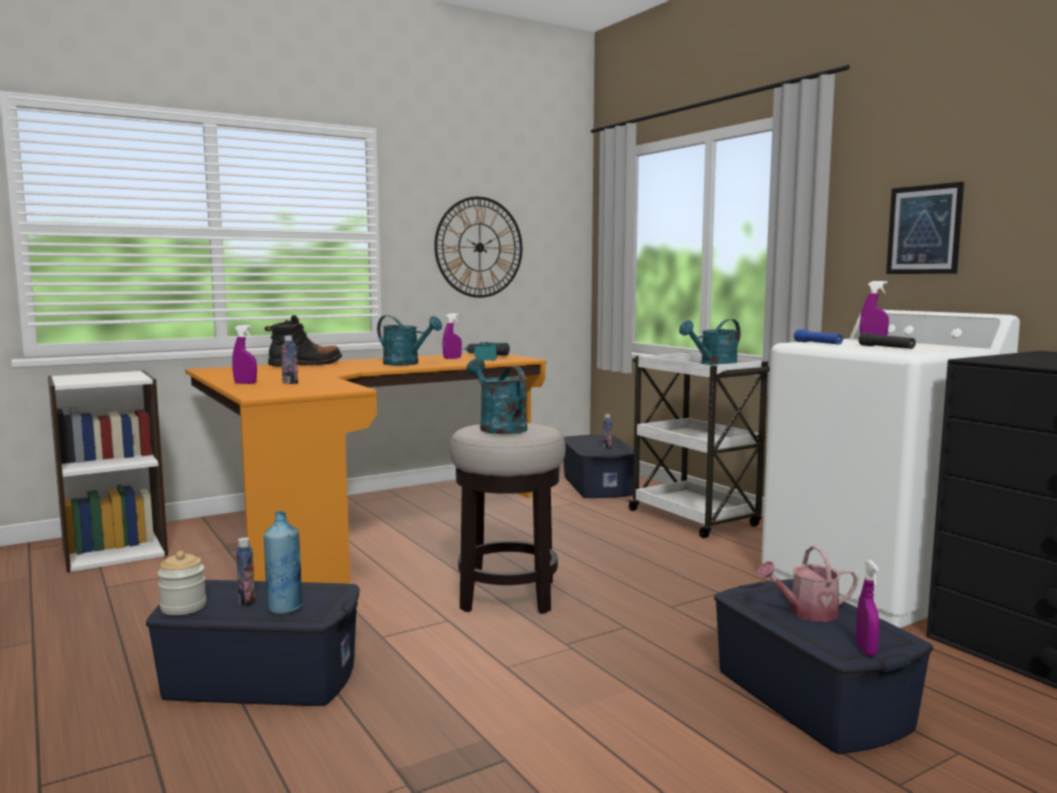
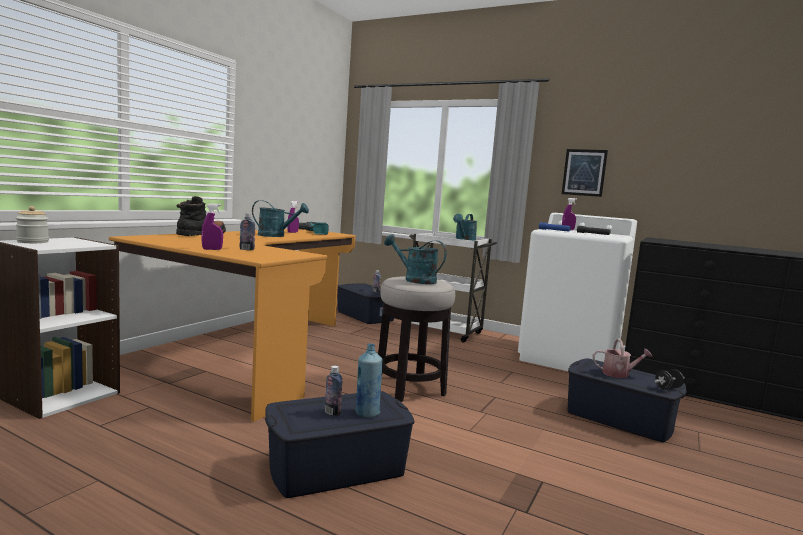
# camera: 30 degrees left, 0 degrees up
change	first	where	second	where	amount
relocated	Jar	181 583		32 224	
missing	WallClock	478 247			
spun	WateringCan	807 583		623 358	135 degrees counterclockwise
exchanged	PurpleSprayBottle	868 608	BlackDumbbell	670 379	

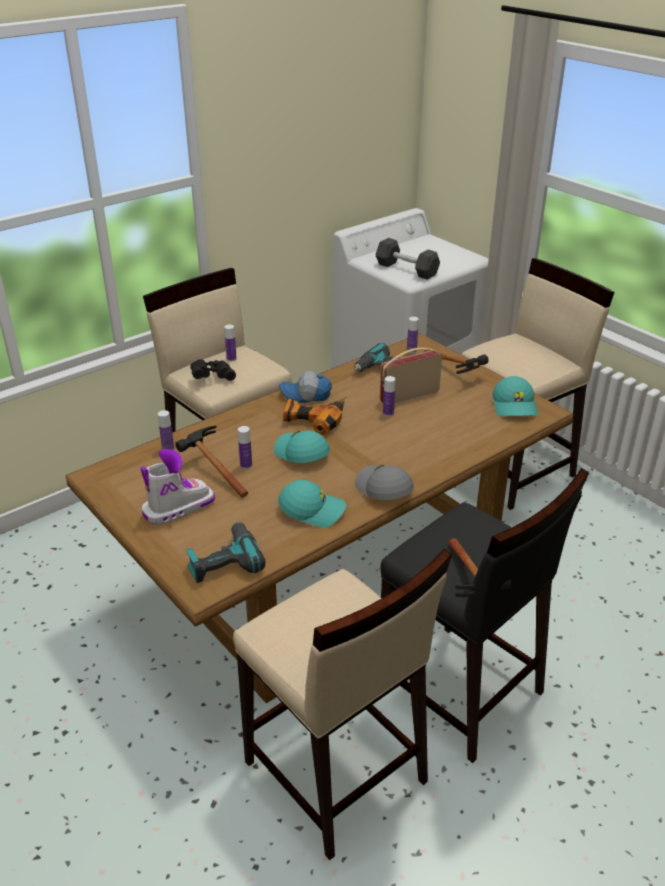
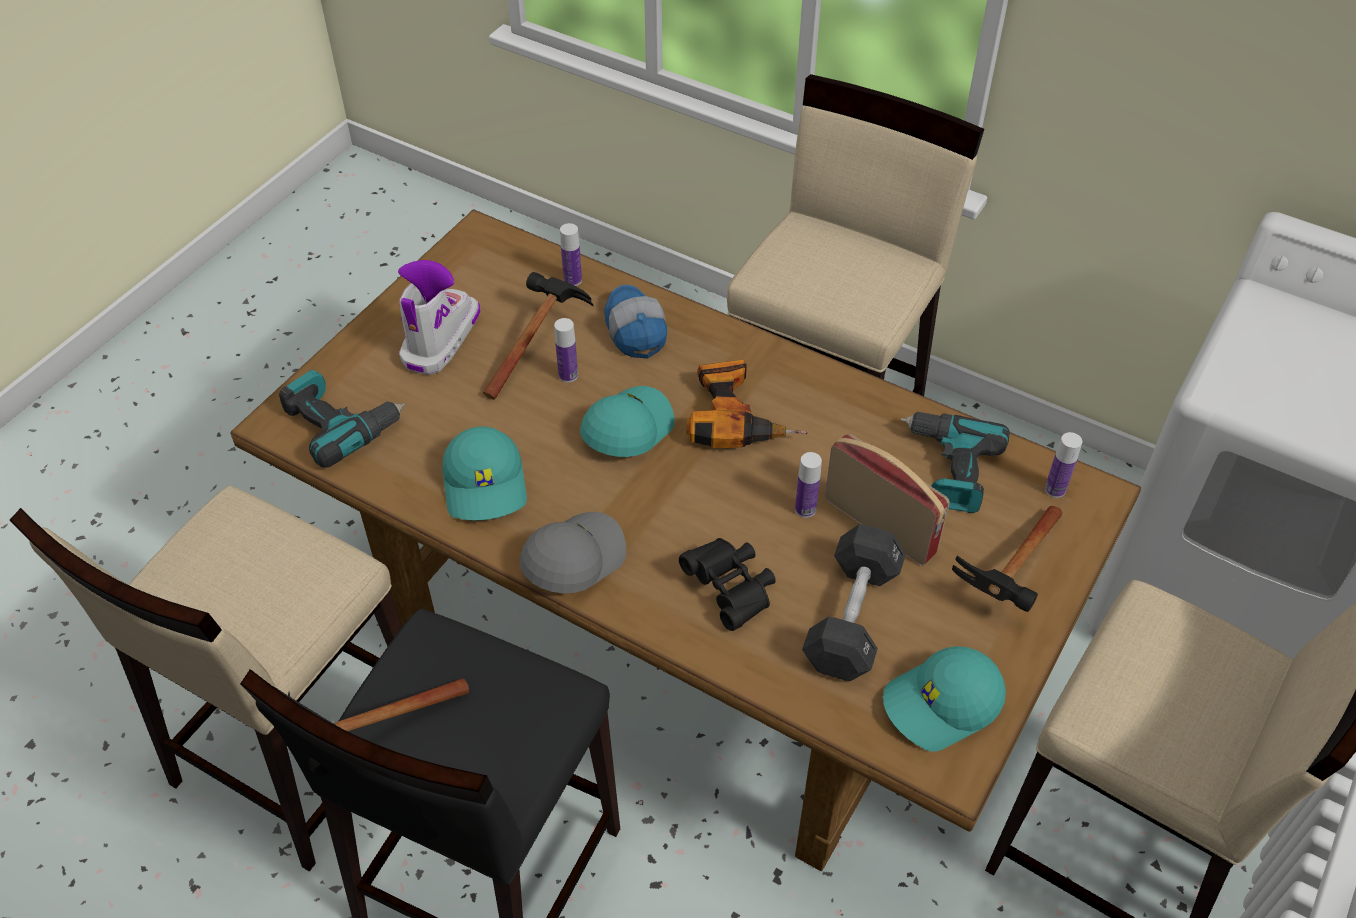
# camera: 70 degrees right, 15 degrees up
change	first	where	second	where	amount
spun	Boot	178 487		439 317	105 degrees counterclockwise
relocated	BlackBinoculars	213 370		727 584	
missing	Bottle	230 342			
relocated	Cap	305 387		635 321	
relocated	BlackDumbbell	408 259		854 602	

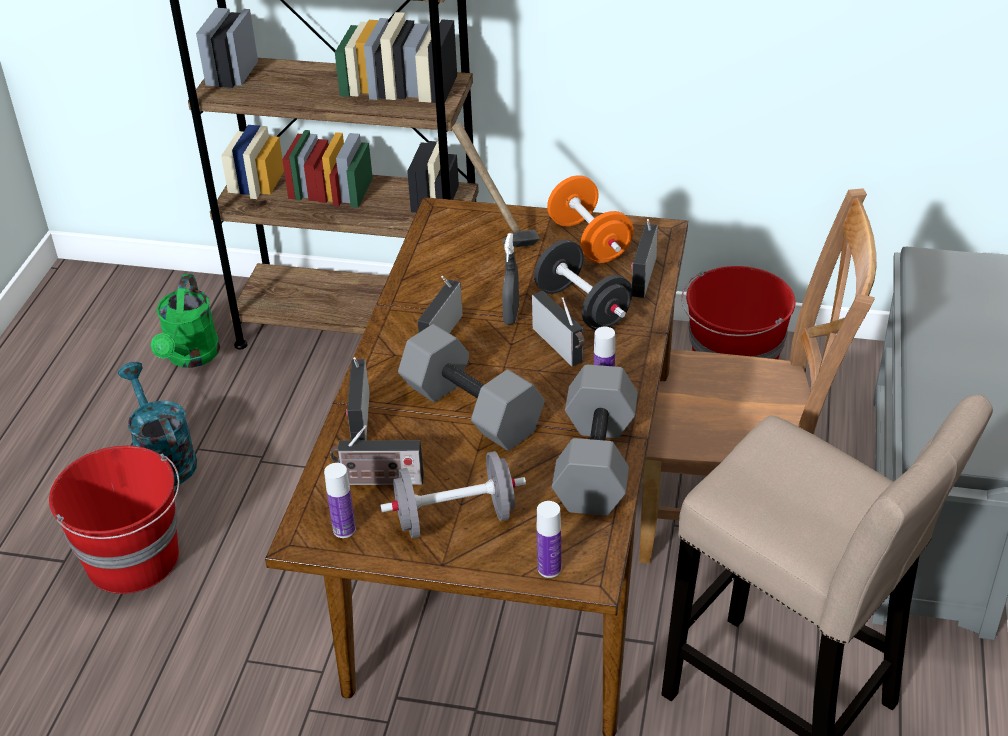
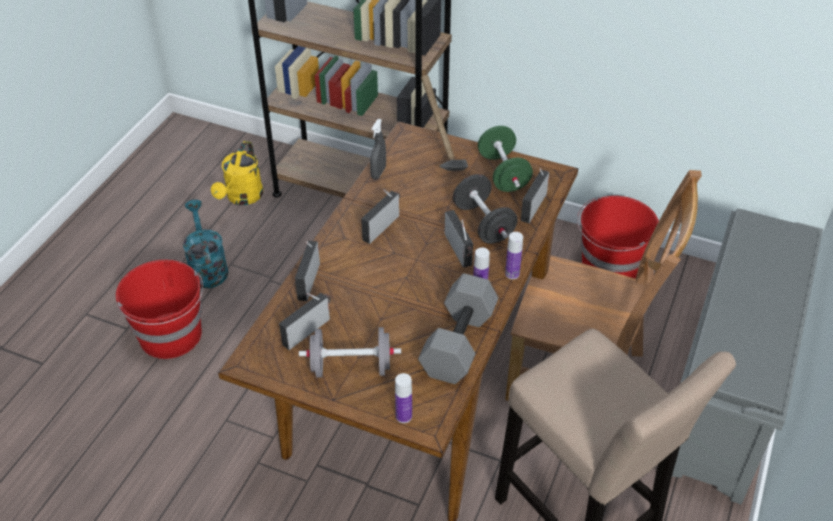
# camera: 10 degrees right, 5 degrees up
change	first	where	second	where	amount
colour	GreenWateringCan	185 321	YellowWateringCan	237 173	
relocated	Bottle	340 500		514 255	
spun	Radio	377 455		305 321	120 degrees clockwise
missing	GreyDumbbell	471 387			
relocated	GreySprayBottle	510 279		378 149	
colour	OrangeDumbbell	590 219	GreenDumbbell	505 159	

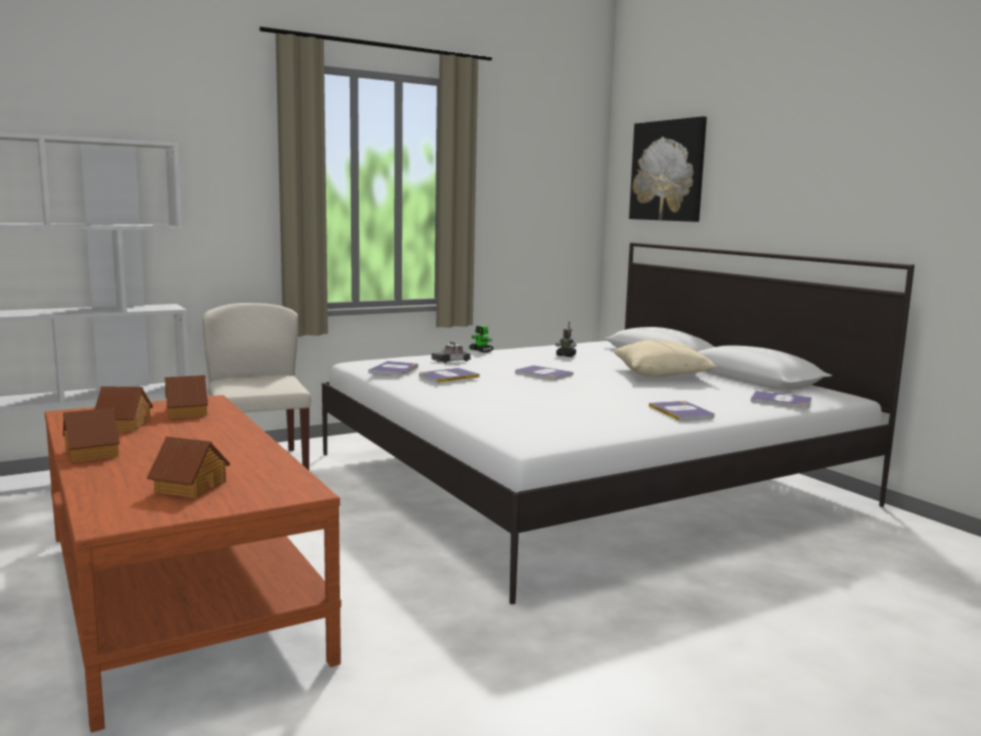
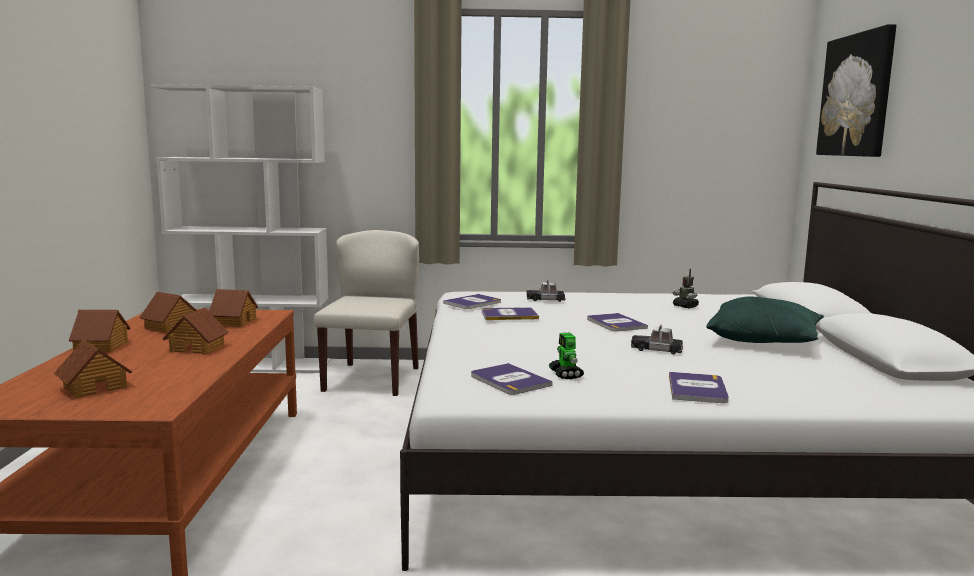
# camera: 30 degrees right, 0 degrees up
change	first	where	second	where	amount
relocated	ToyRobot	481 339		566 356	
colour	BeigePillow	666 358	GreenPillow	765 320	
relocated	Book	781 399		512 379	
appeared			ToyHouse	195 330	
appeared			ToyCar	657 339	

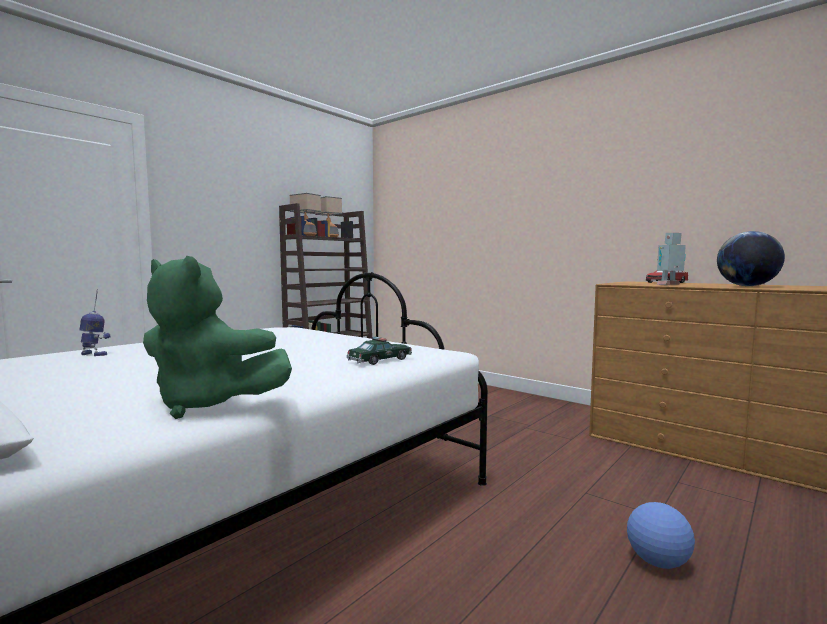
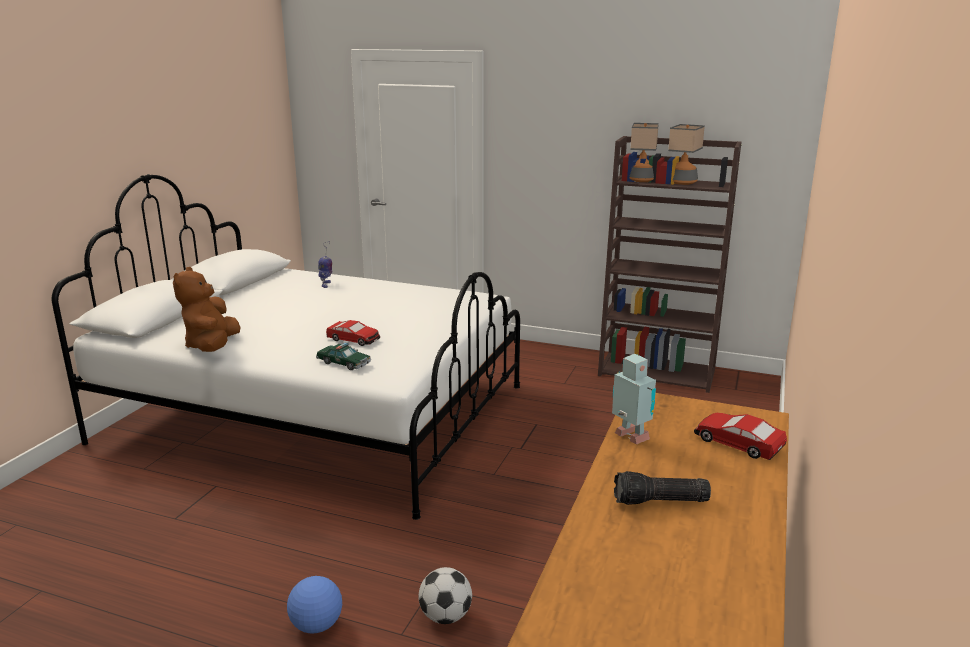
# camera: 70 degrees right, 15 degrees up
change	first	where	second	where	amount
colour	GreenPlushToy	217 337	BrownPlushToy	207 309	
exchanged	Globe	751 258	Flashlight	662 488	
appeared			ToyCar	353 333	
appeared			Football	445 595	

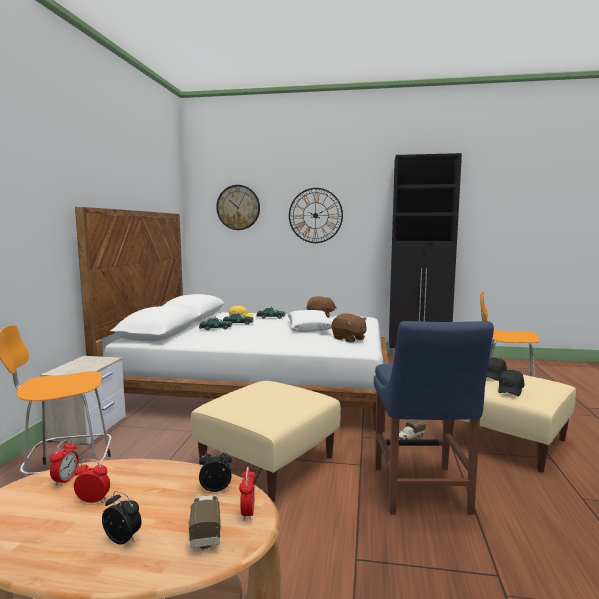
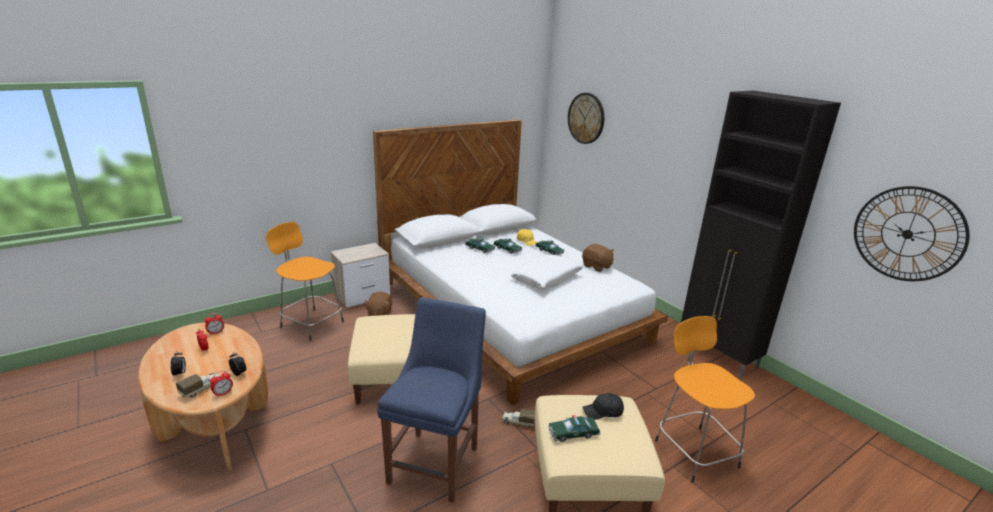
# camera: 45 degrees right, 15 degrees up
change	first	where	second	where	amount
relocated	WallClock	316 215		912 233	
relocated	BrownPlushToy	349 328		378 304	
spun	BlueChair	434 418		431 399	150 degrees clockwise
exchanged	BlackCap	511 383	ToyCar	574 428	

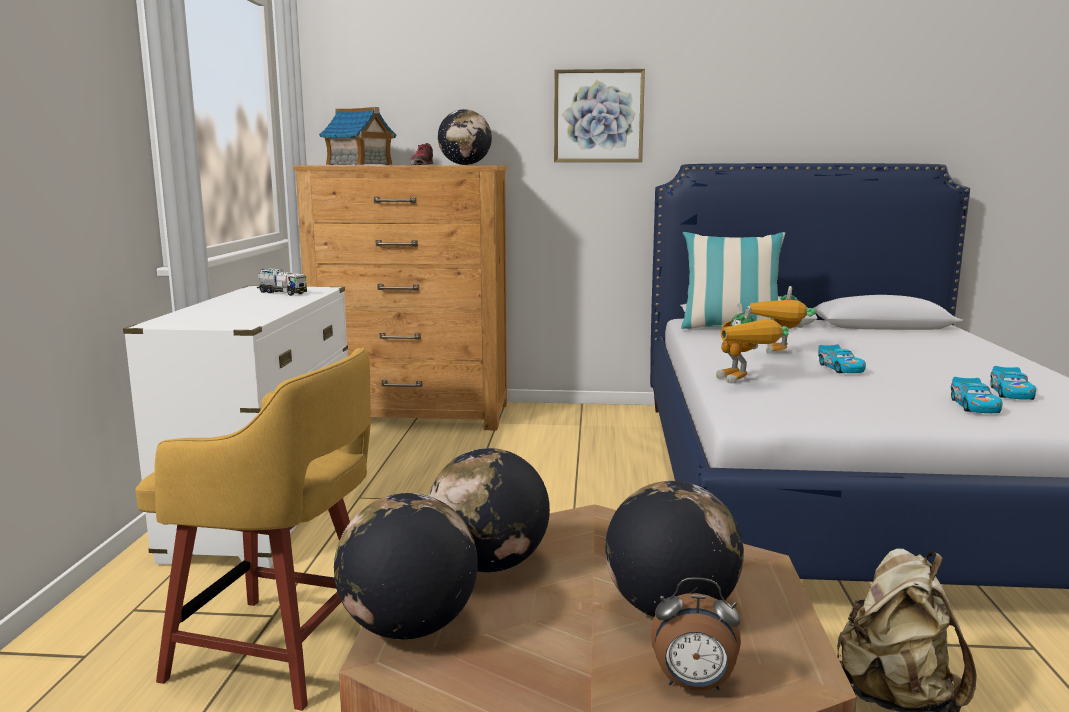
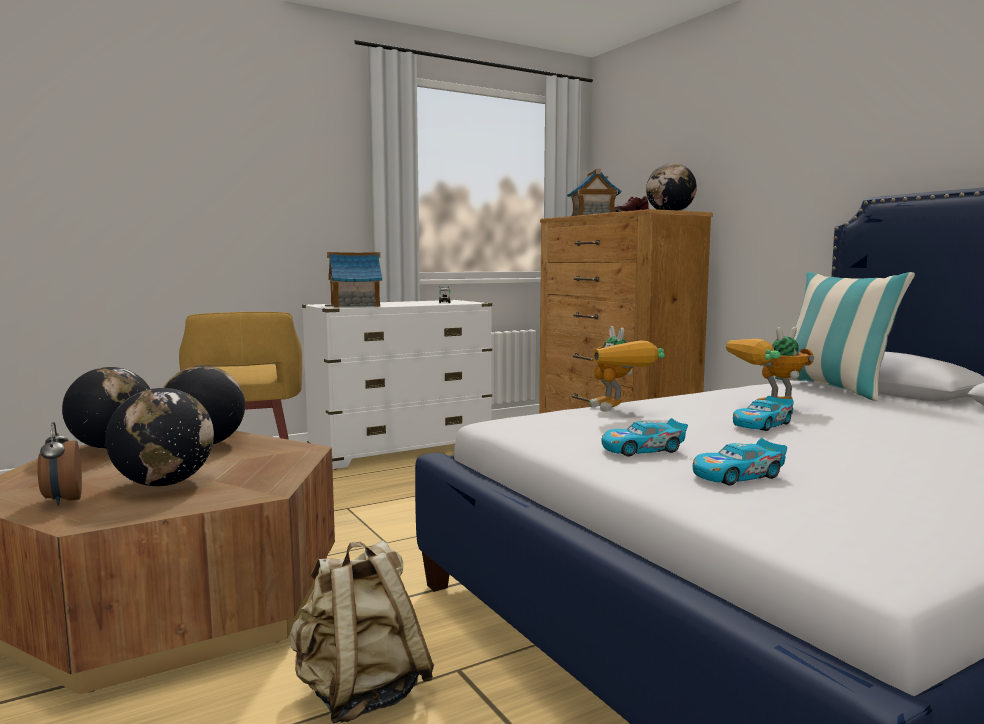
# camera: 55 degrees right, 5 degrees down
change	first	where	second	where	amount
missing	Picture	599 115			
spun	ToyRobot	752 343		627 369	60 degrees counterclockwise
relocated	ToyCar	1013 383		644 437	
appeared			ToyHouse	353 280	

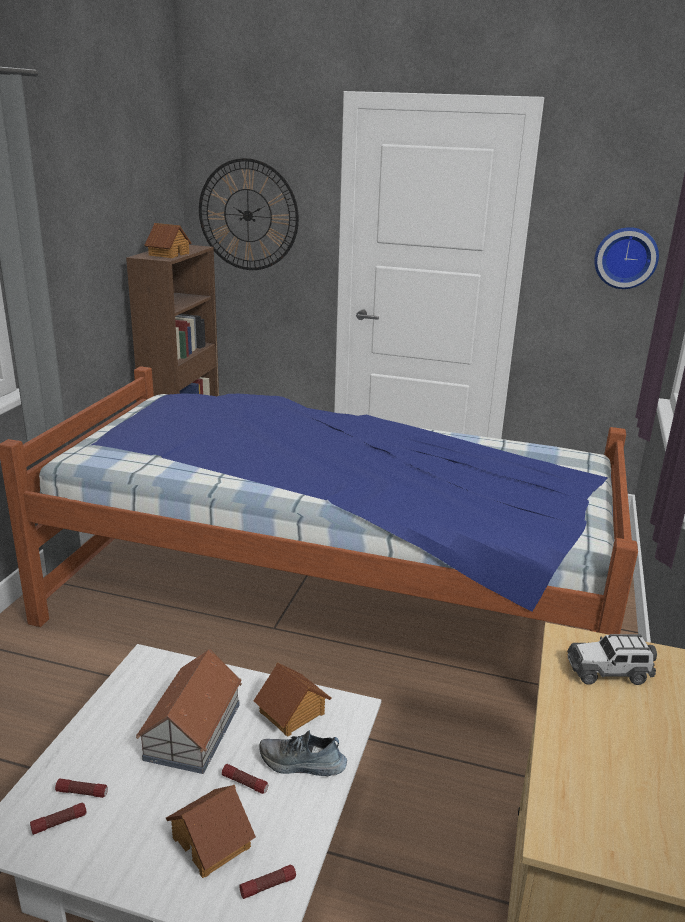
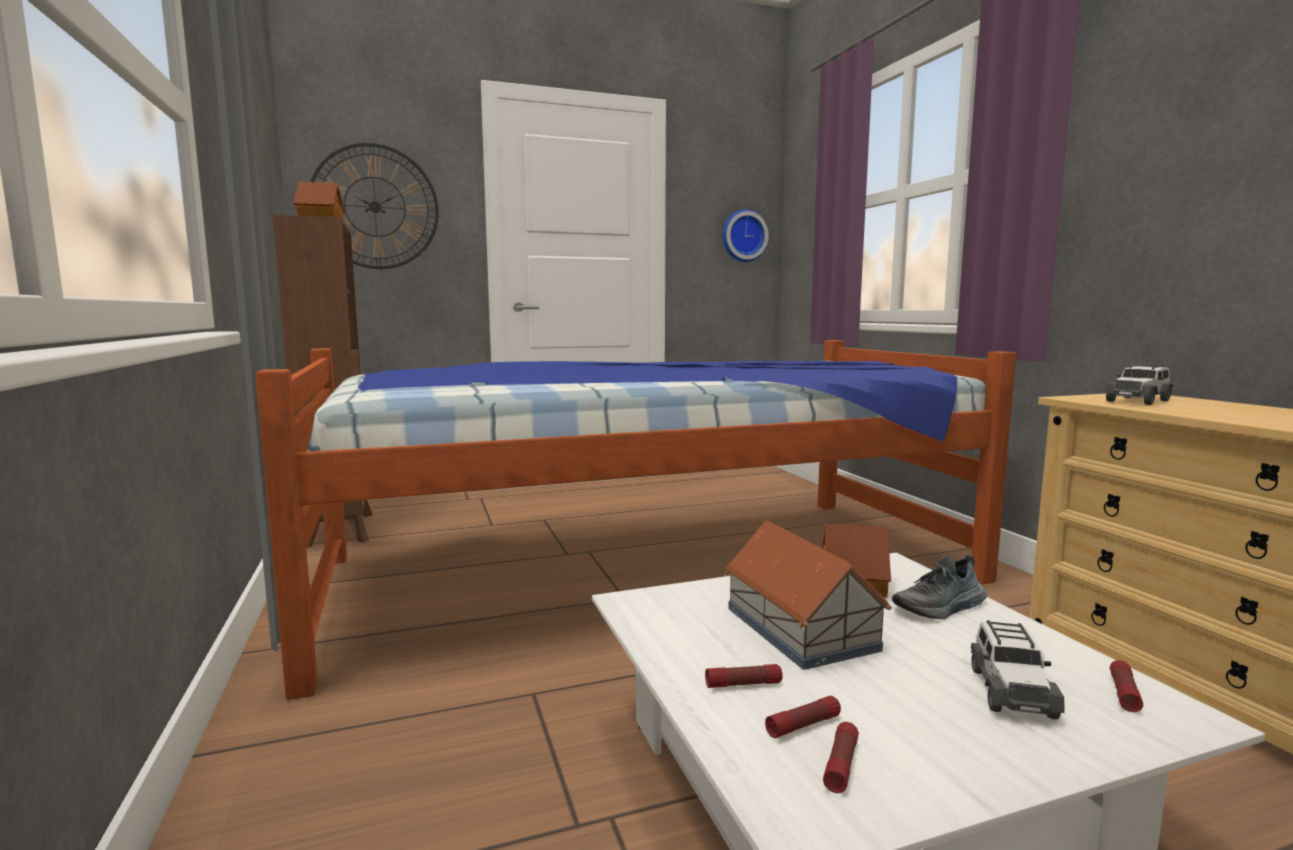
# camera: 35 degrees left, 15 degrees down
change	first	where	second	where	amount
exchanged	ToyHouse	211 831	ToyCar	1018 669	
relocated	Flashlight	245 779		744 676	

